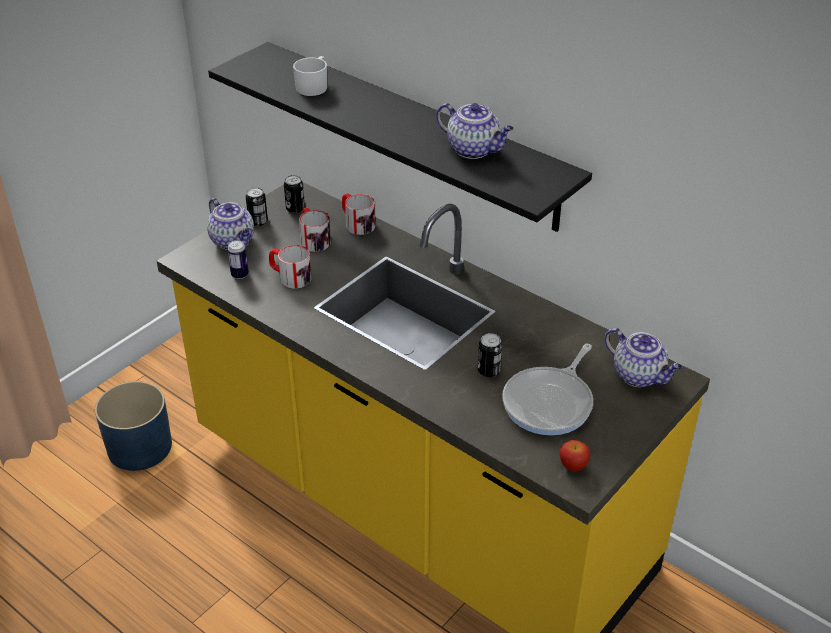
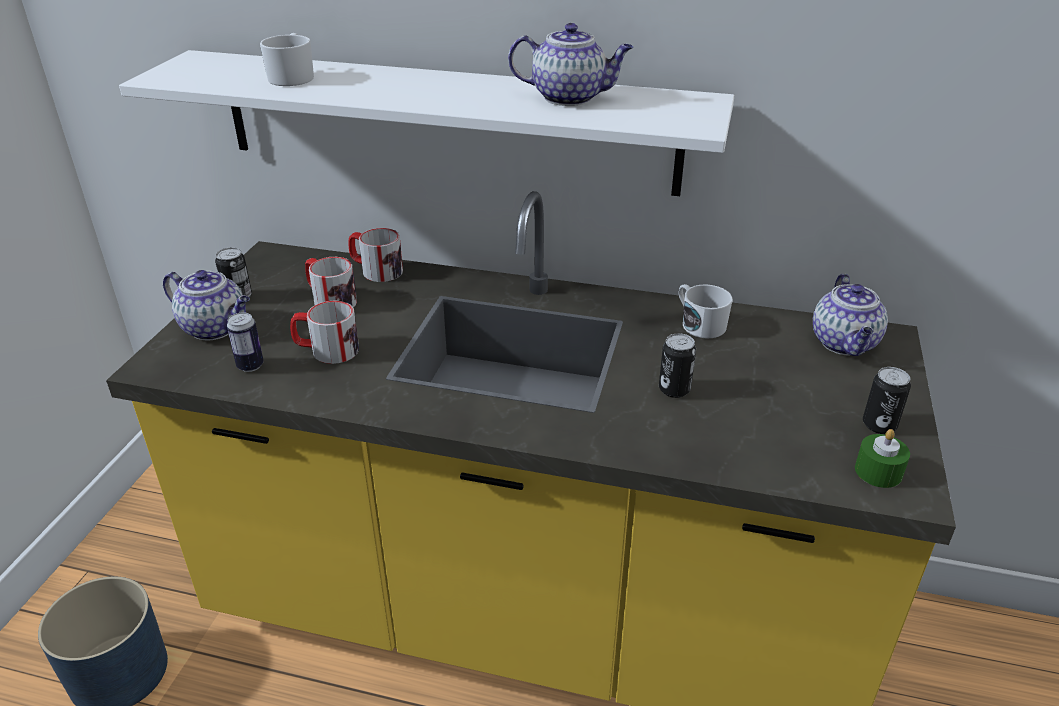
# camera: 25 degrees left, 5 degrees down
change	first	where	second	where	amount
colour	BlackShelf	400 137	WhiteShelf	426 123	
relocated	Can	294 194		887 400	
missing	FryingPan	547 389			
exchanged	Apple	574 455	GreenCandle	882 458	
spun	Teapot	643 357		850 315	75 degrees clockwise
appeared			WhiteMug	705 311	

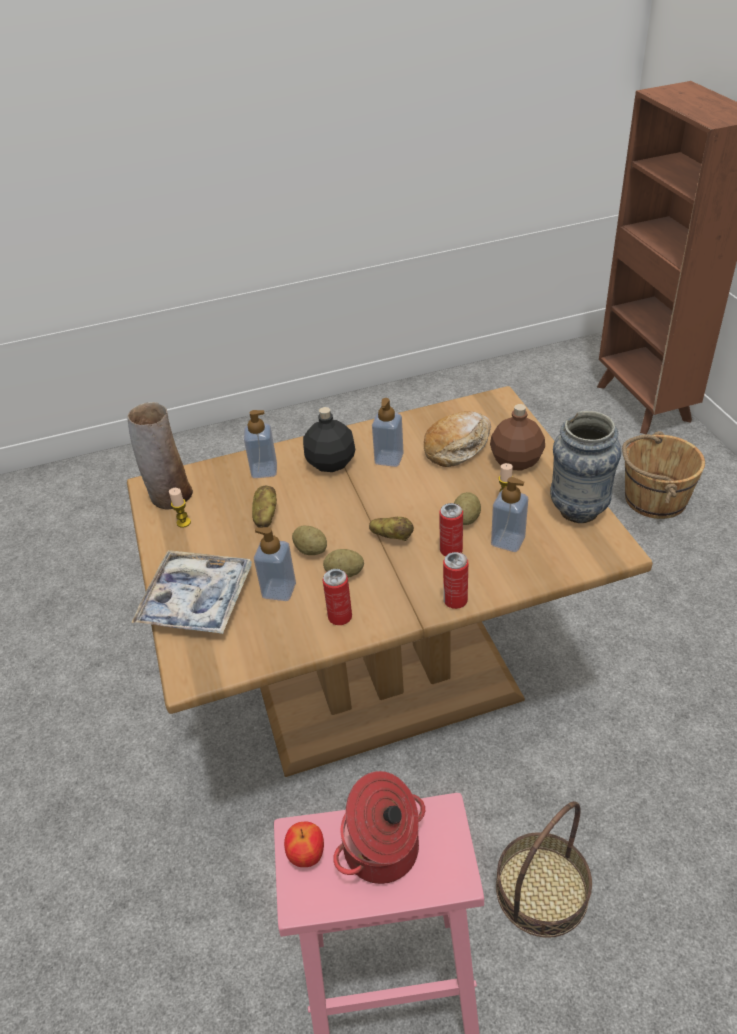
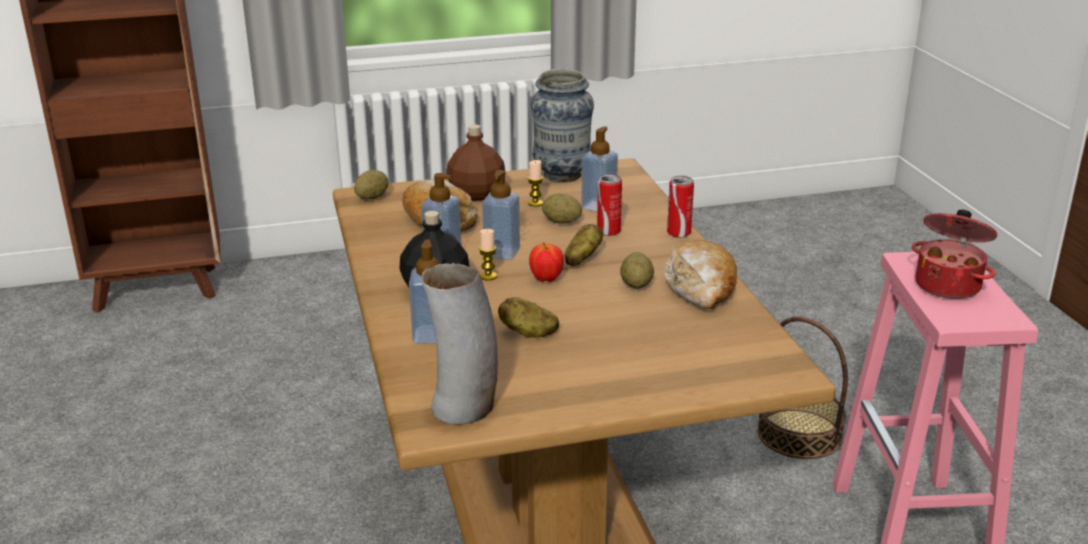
# camera: 90 degrees left, 15 degrees down
change	first	where	second	where	amount
missing	Tray	191 592			
relocated	Candle	180 508		488 254	
relocated	SoapDispenser	275 564		501 215	
relocated	Apple	304 844		546 262	
relocated	Potato	309 540		371 184	
exchanged	Can	337 597	Bread	700 274	
missing	BrownBucket	663 475			

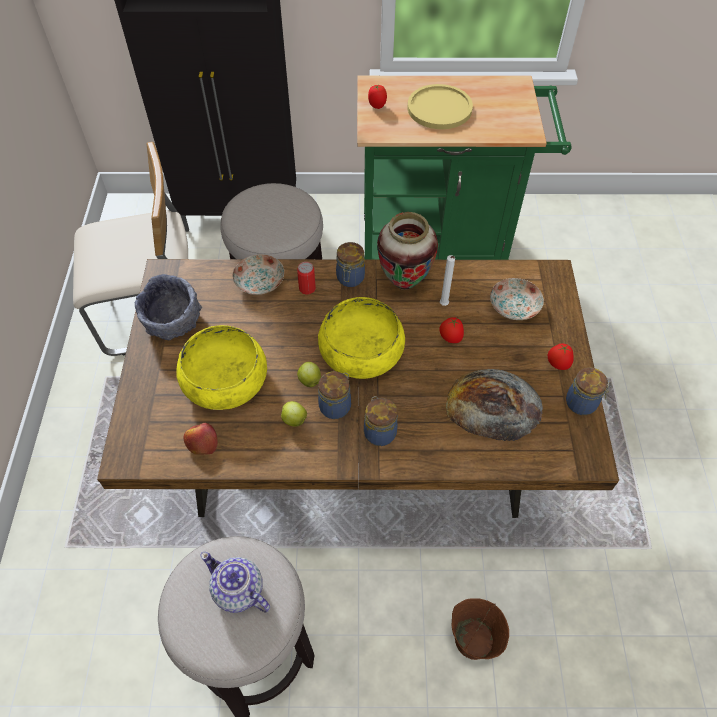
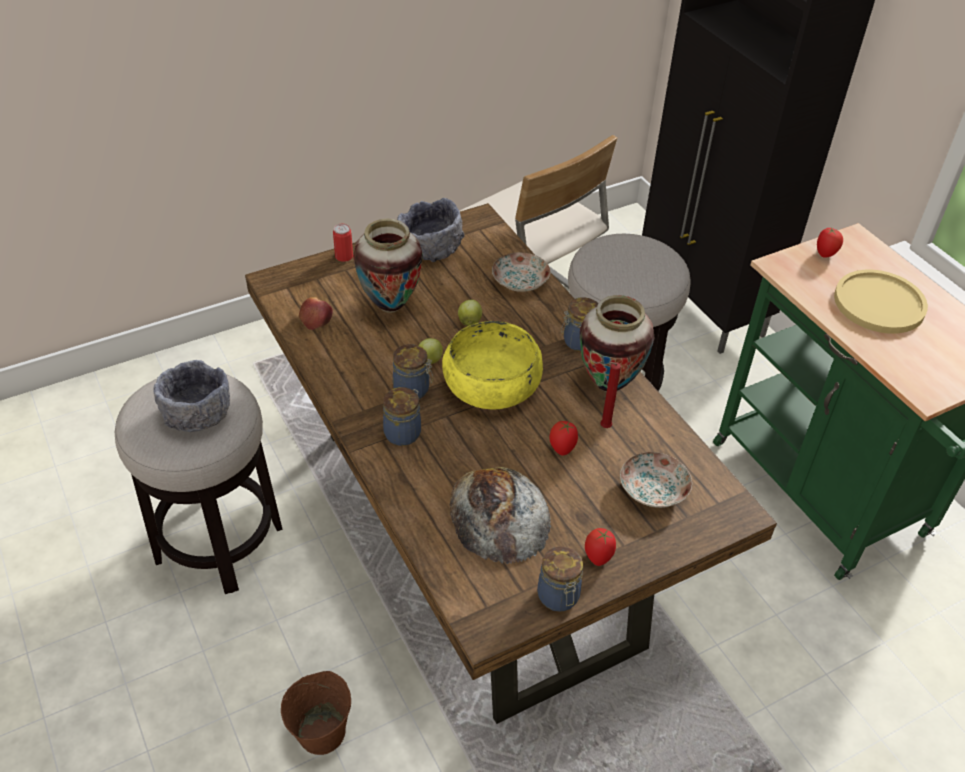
# camera: 60 degrees right, 10 degrees down
change	first	where	second	where	amount
exchanged	YellowBowl	221 367	Vase	388 266	
exchanged	Teapot	235 582	GreyBowl	191 396	
relocated	Apple	294 414		470 313	
relocated	Can	306 278		343 243	
colour	WhiteCandle	447 280	RedCandle	610 395	

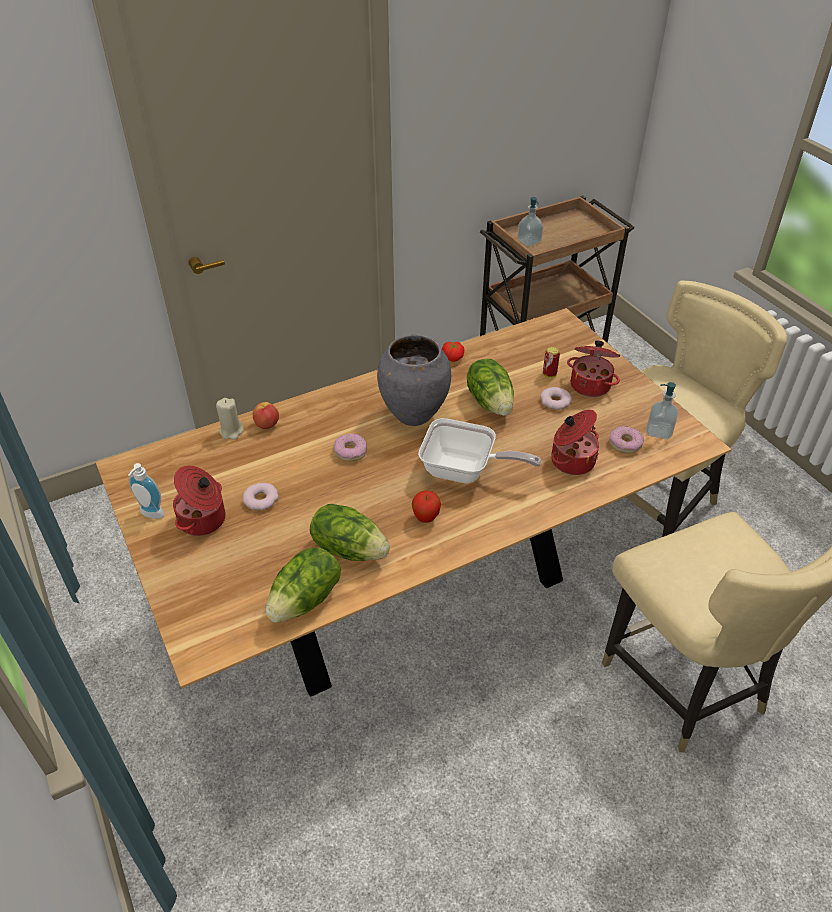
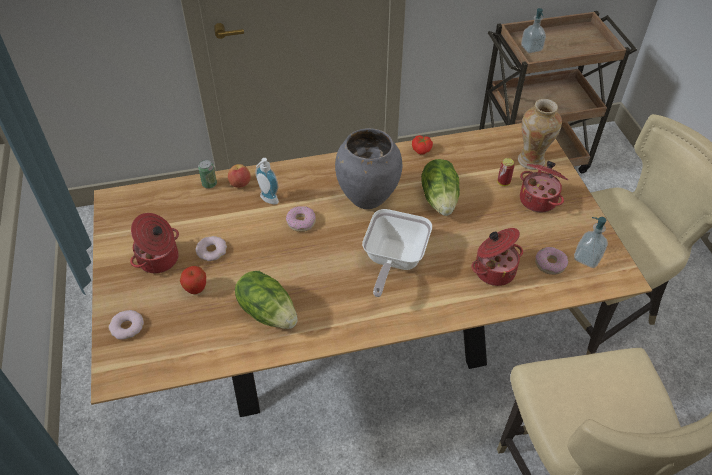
# camera: 15 degrees right, 5 degrees up
change	first	where	second	where	amount
relocated	SoapDispenser	146 491		267 181	
exchanged	BeigeCandle	230 419	Can	207 174	
missing	Lettuce	303 585			
relocated	Apple	426 507		193 280	
spun	FryingPan	480 450		397 253	75 degrees clockwise
relocated	Donut	556 398		126 325	
appeared			Vase	540 134	

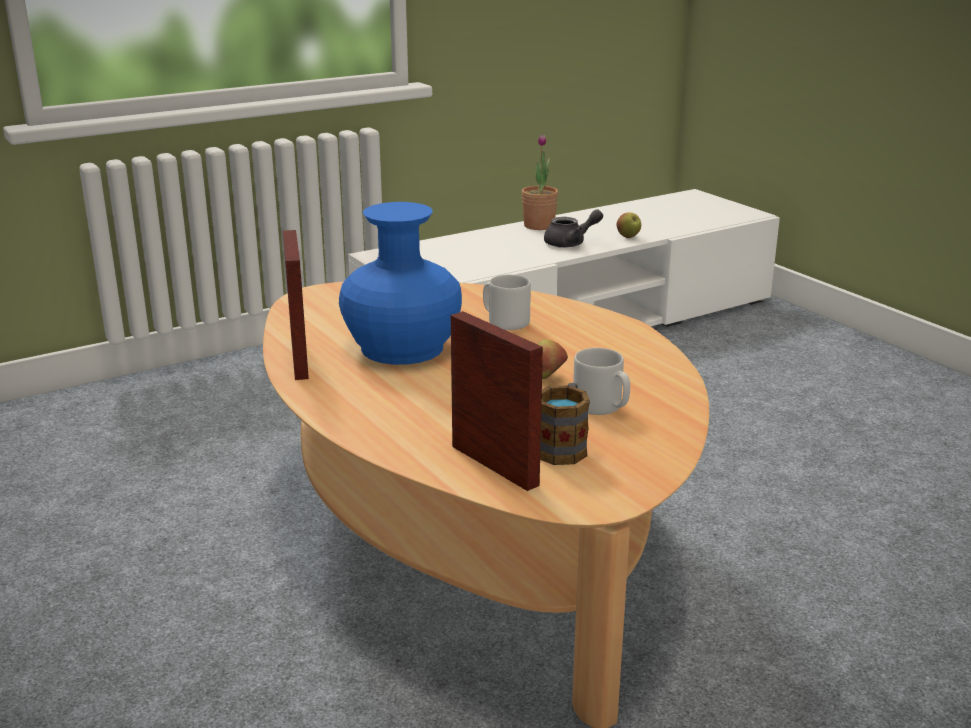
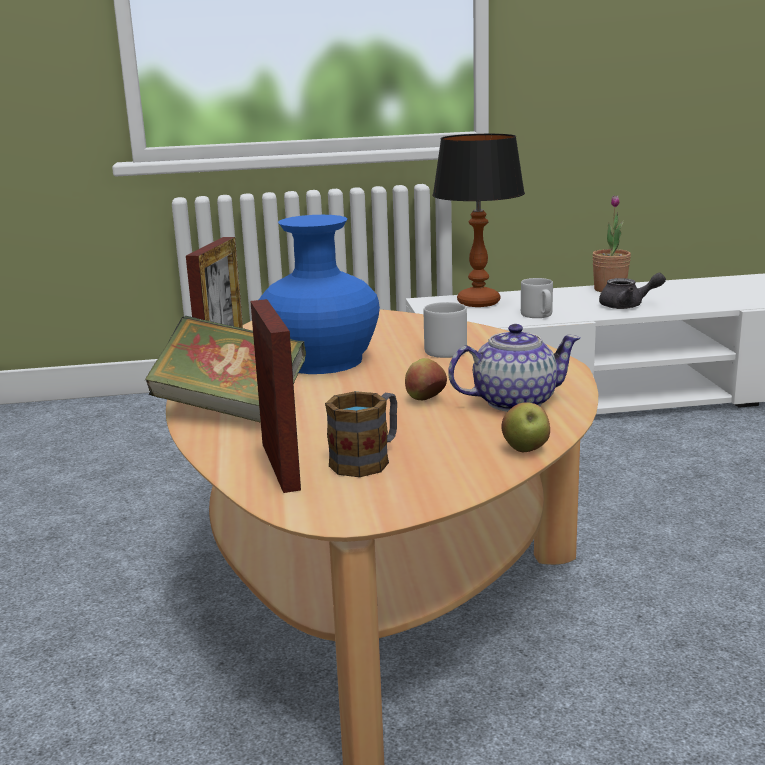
# camera: 25 degrees right, 5 degrees down
change	first	where	second	where	amount
relocated	GreyMug	601 381		537 298	
relocated	Apple	628 225		525 427	
appeared			Book	225 369	
appeared			TableLamp	479 220	
appeared			Teapot	514 368	

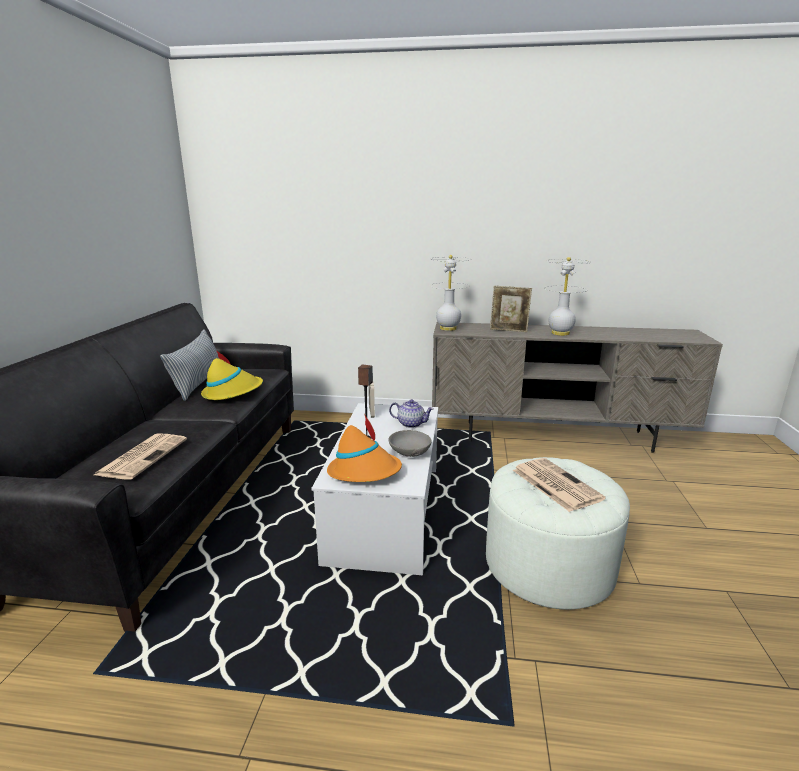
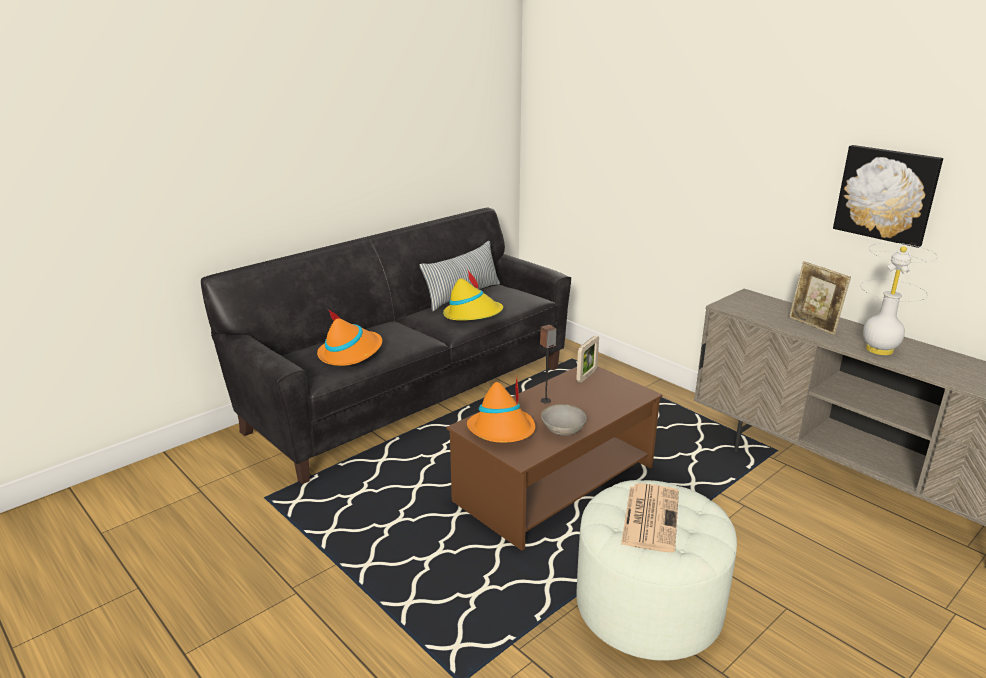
# camera: 40 degrees right, 5 degrees up
change	first	where	second	where	amount
exchanged	Newspaper	140 456	OrangeHat	349 337	
colour	WhiteCoffeeTable	374 489	BrownCoffeeTable	554 458	
missing	Teapot	411 413			
missing	WhiteTableLamp	450 293			
appeared			Picture	888 196	

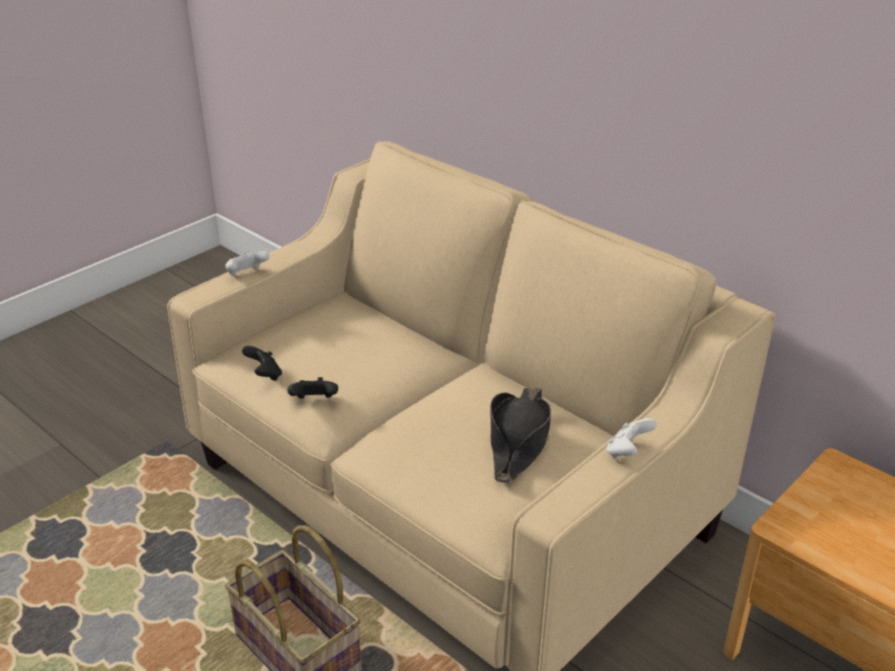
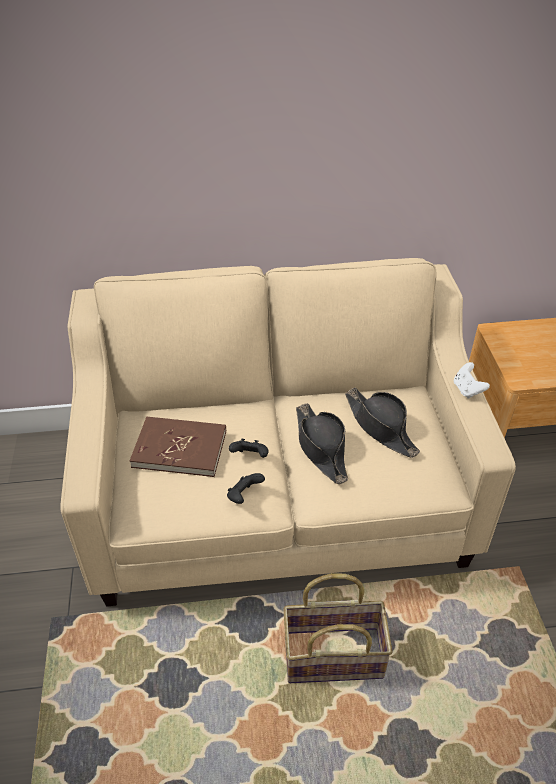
# camera: 50 degrees left, 10 degrees up
change	first	where	second	where	amount
missing	WhiteGameController	247 263			
relocated	BlackGameController	262 363		248 448	
appeared			BrownBook	178 447	
appeared			BlackHat	322 443	

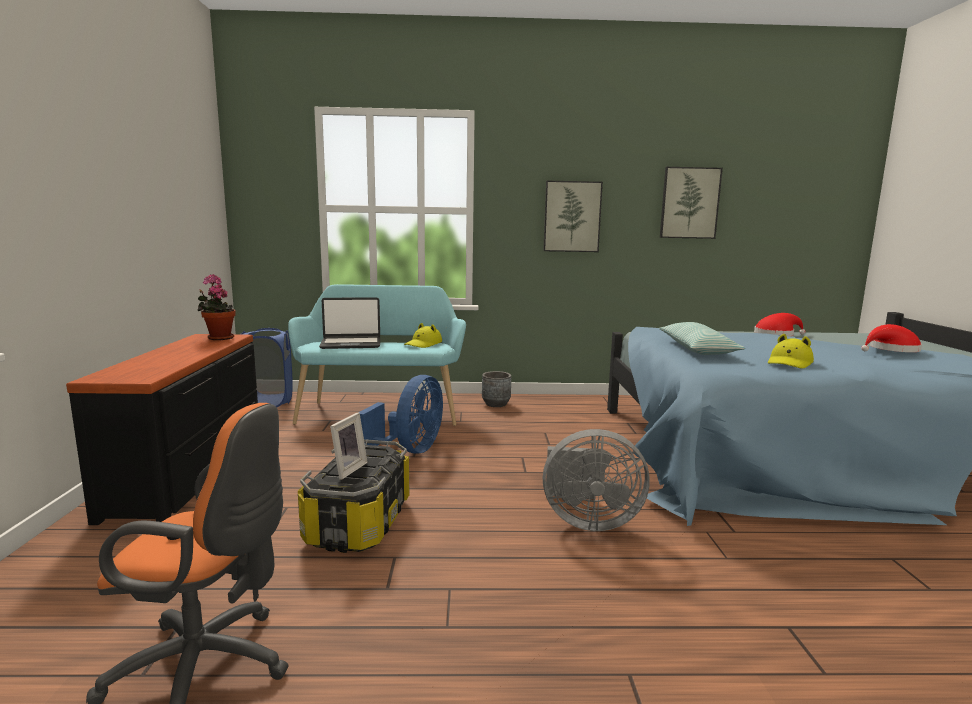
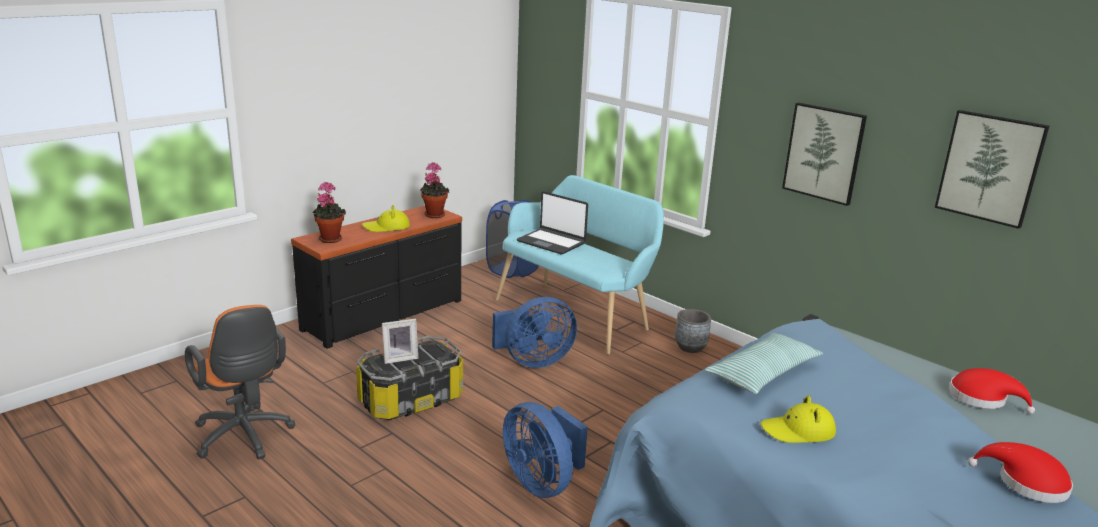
# camera: 45 degrees right, 10 degrees up
change	first	where	second	where	amount
relocated	YellowHat	423 335		386 218	
colour	GreyFan	596 480	BlueFan	545 450	
appeared			PottedPlant	329 212	

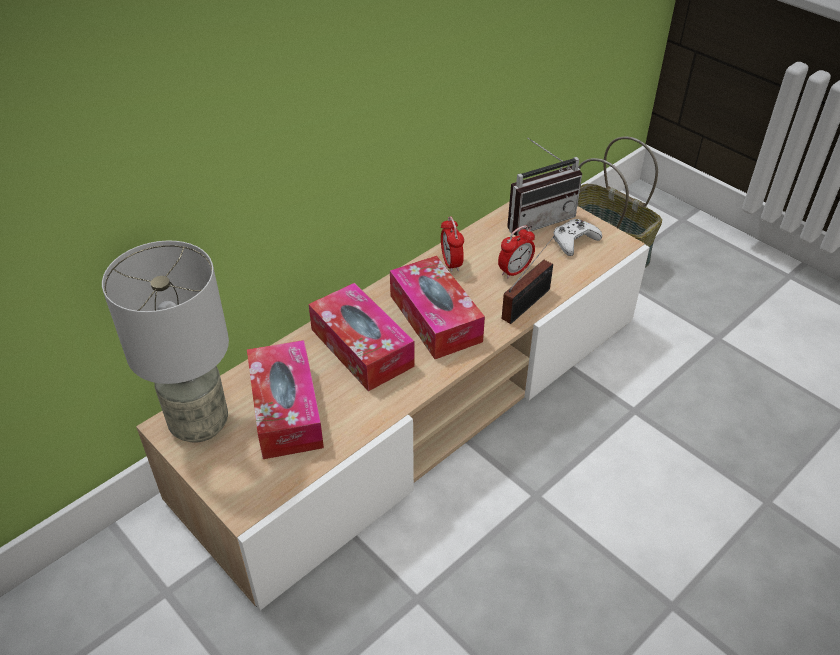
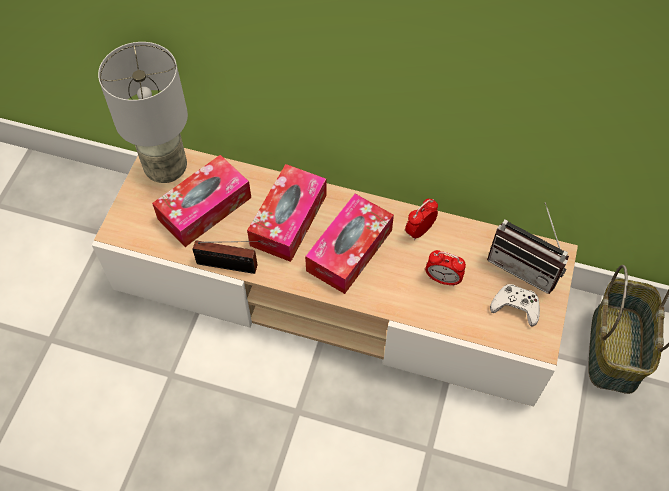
# camera: 60 degrees right, 15 degrees up
change	first	where	second	where	amount
relocated	Radio	528 280		226 257	

